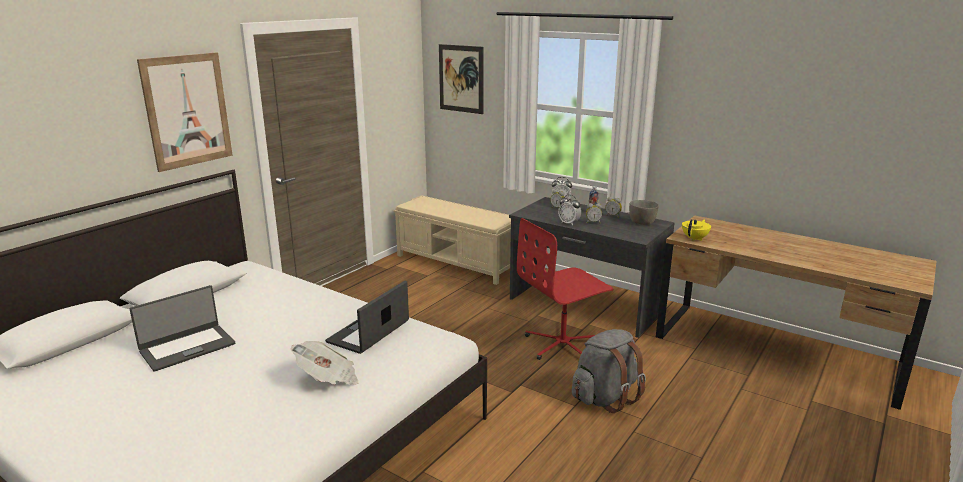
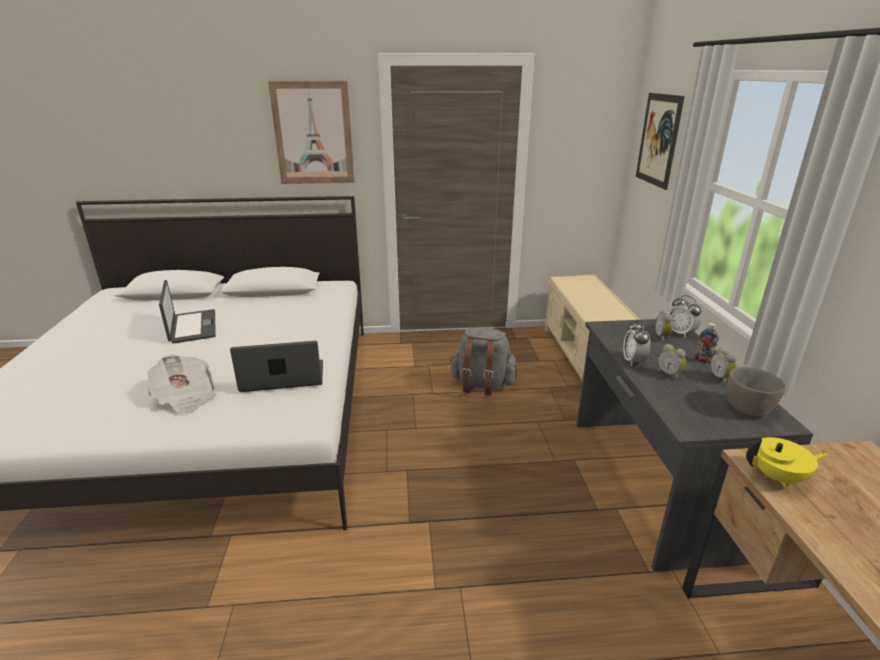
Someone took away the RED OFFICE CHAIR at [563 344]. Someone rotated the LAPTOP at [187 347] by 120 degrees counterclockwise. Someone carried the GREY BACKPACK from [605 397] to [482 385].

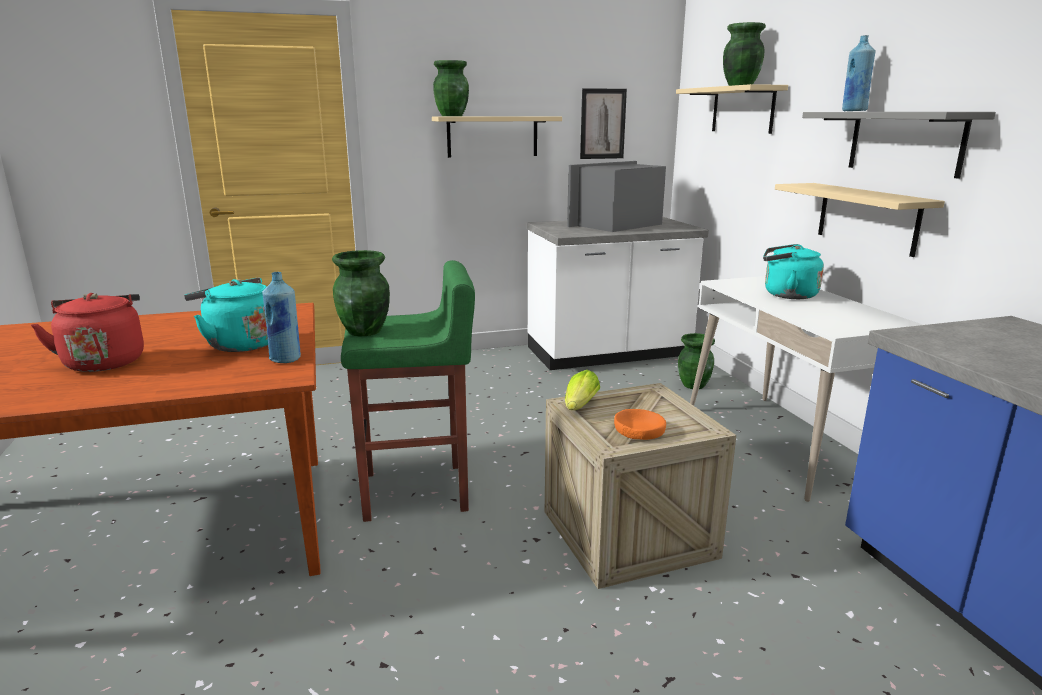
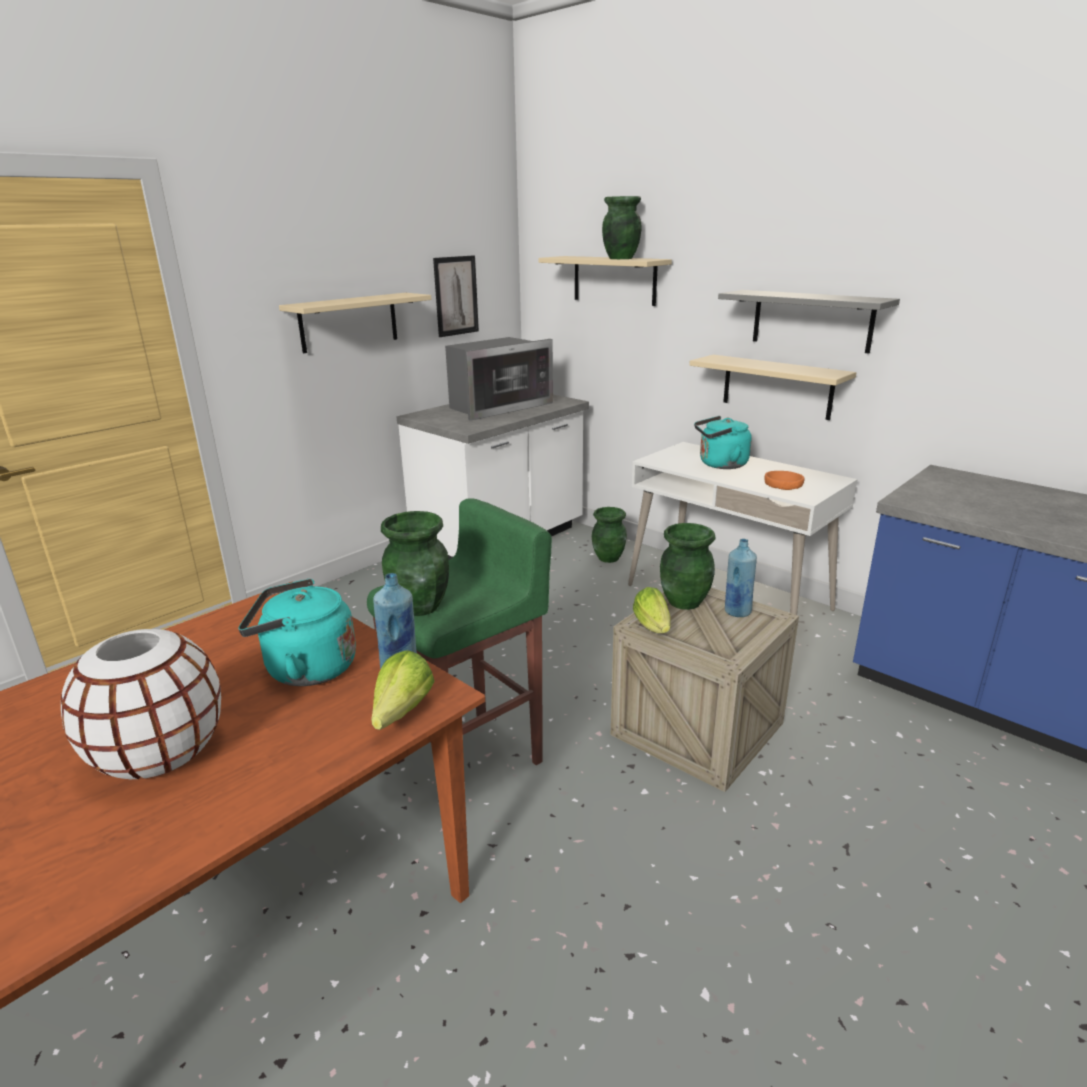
Someone carried the BLUE BOTTLE from [853 111] to [737 612]. Someone carried the GREEN VASE from [452 116] to [684 601]. Someone rotated the MICROWAVE at [618 225] by 150 degrees counterclockwise. Someone swapped the RED KETTLE at [104 361] for the WHITE VASE at [160 754]. Someone carried the ORANGE BOWL from [639 431] to [783 485]. Someone put down the LETTUCE at [397 717].

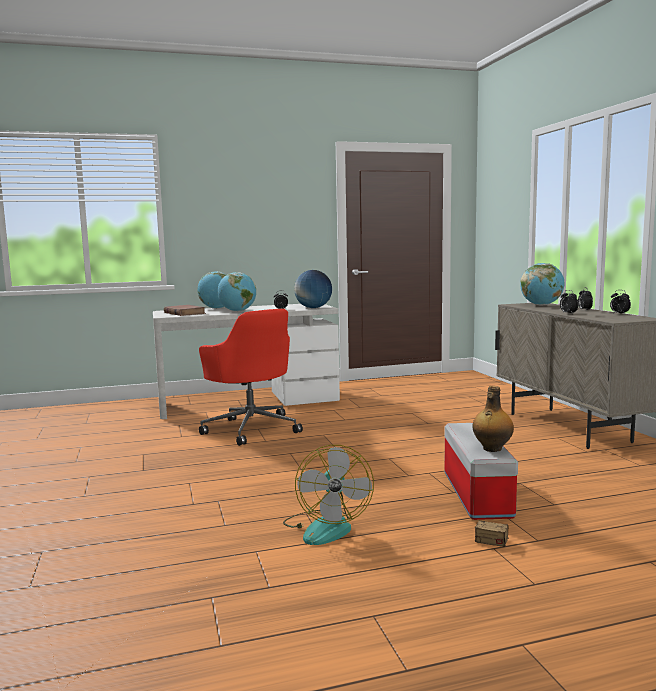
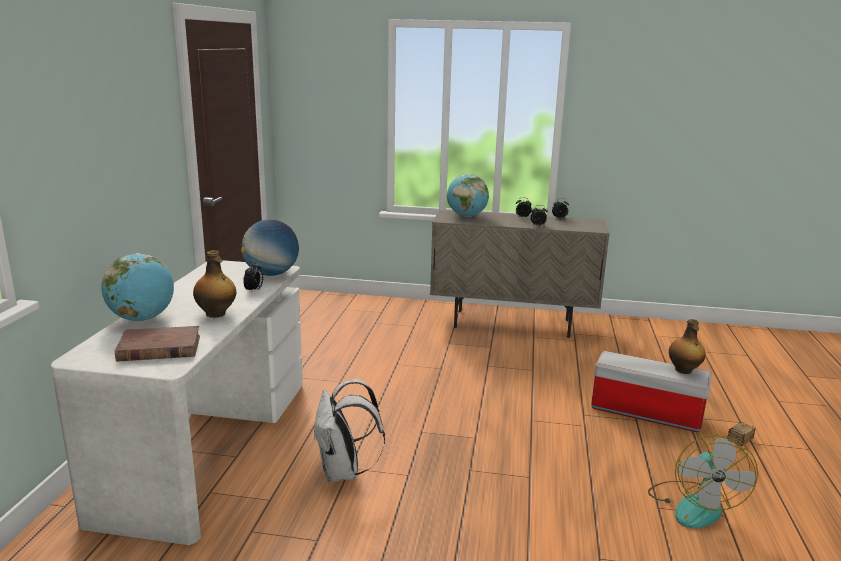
Someone swapped the GLOBE at [237 311] for the BOTTLE at [216 314]. Someone swapped the RED OFFICE CHAIR at [251 428] for the WHITE BACKPACK at [344 472]. Someone rotated the FAN at [326 526] by 75 degrees clockwise.

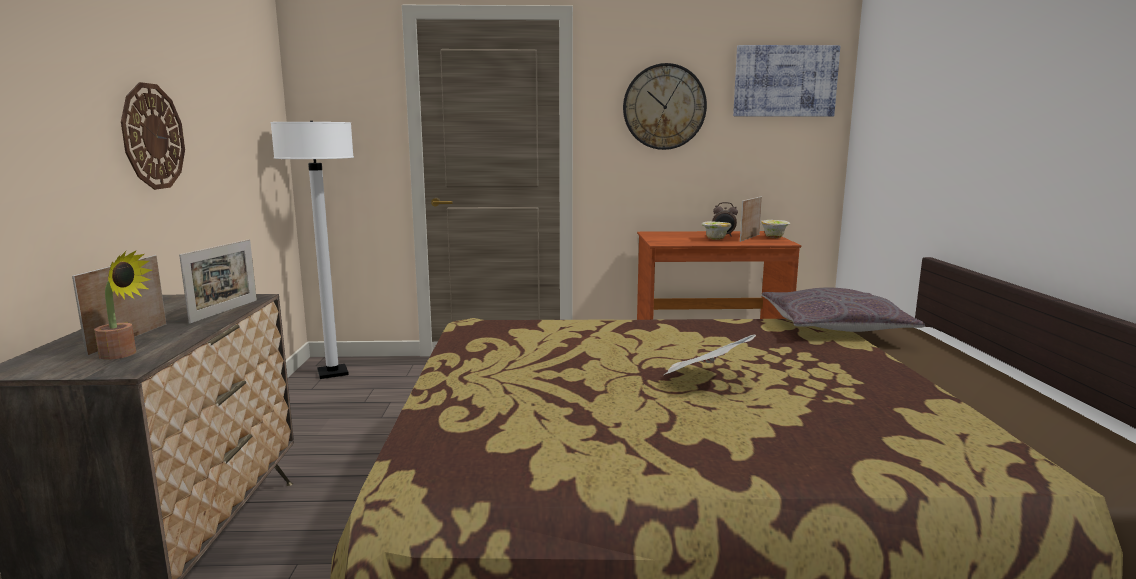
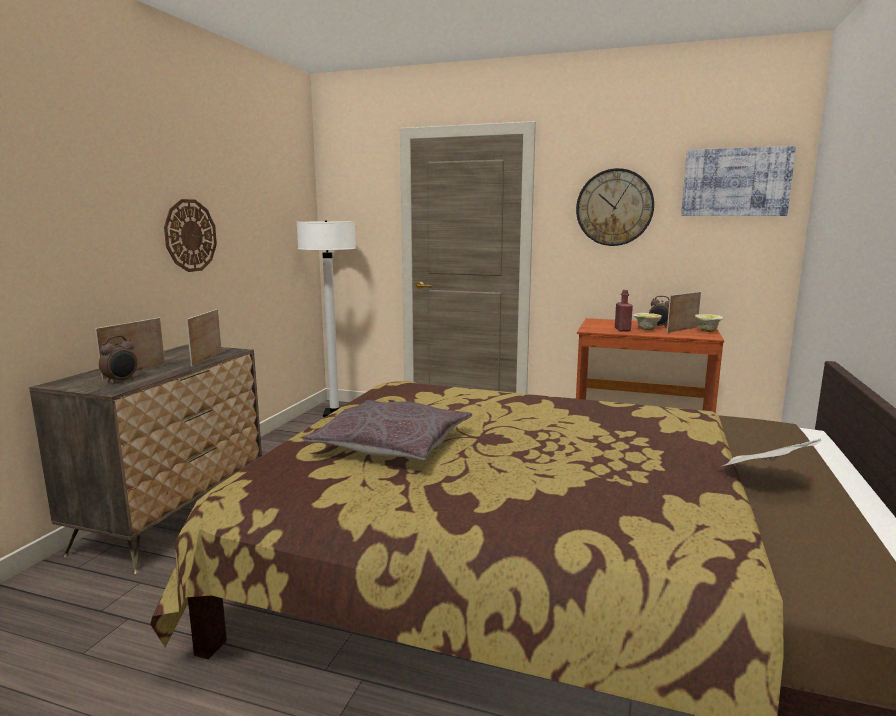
Someone rotated the PICTURE FRAME at [224 311] by 150 degrees clockwise. Someone swapped the POTTED PLANT at [124 354] for the ALARM CLOCK at [121 381]. Someone carried the GREY PILLOW from [834 326] to [392 444]. Someone carried the NEWSPAPER from [704 379] to [764 475]. Someone put down the RED BOTTLE at [622 330].

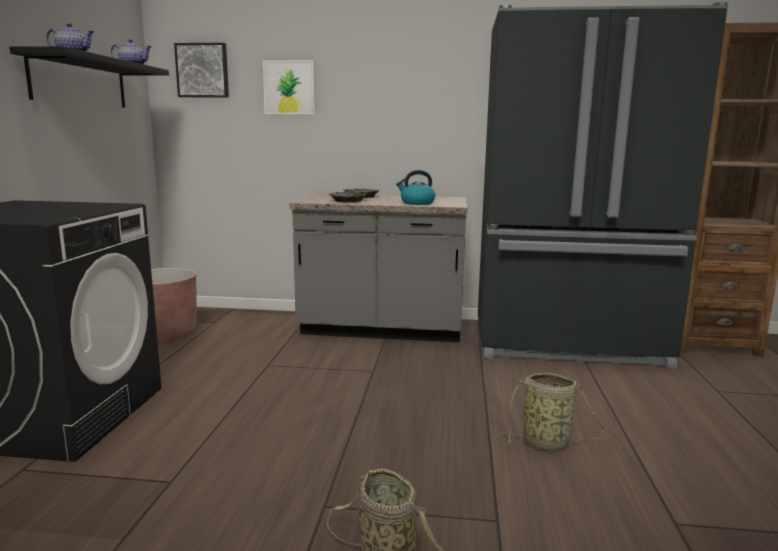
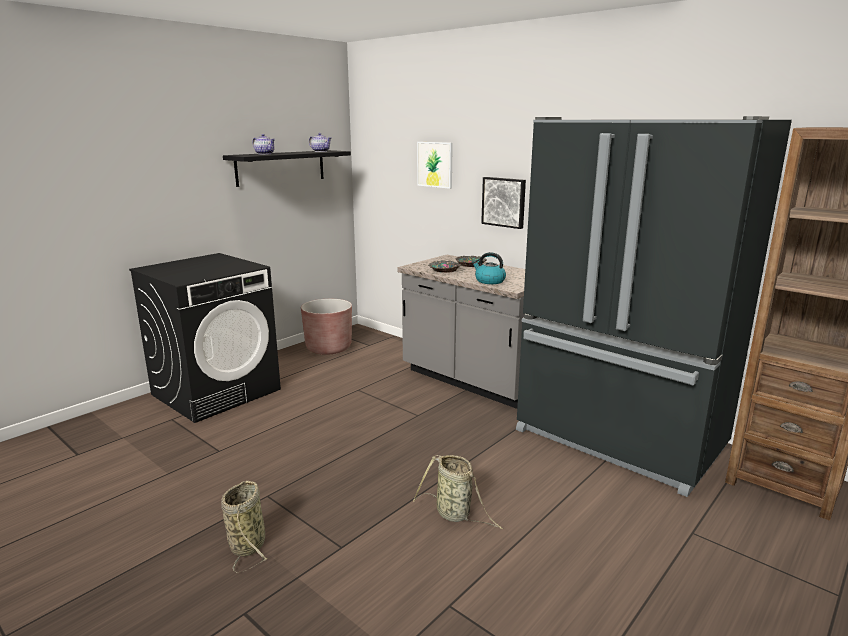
Someone carried the PICTURE from [203 70] to [504 202].

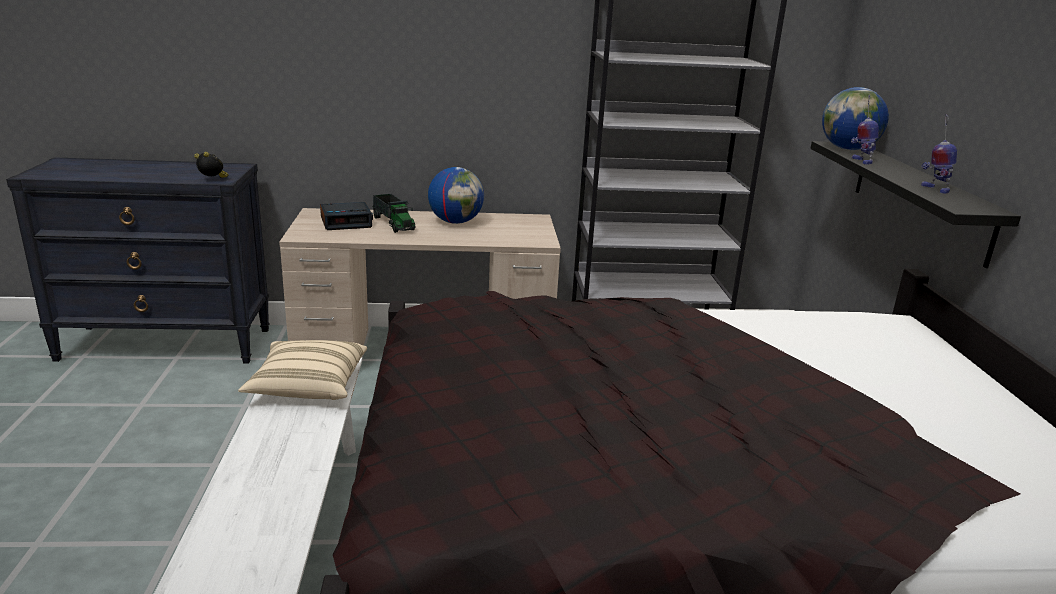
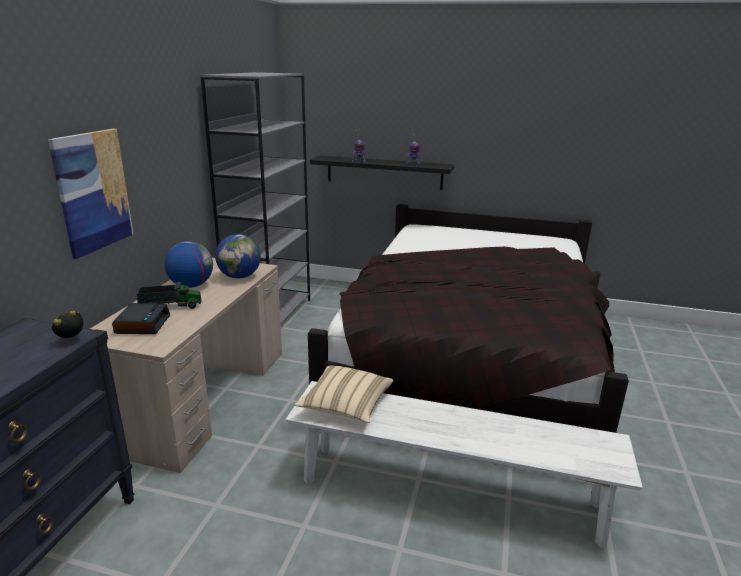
Someone carried the GLOBE from [848 149] to [240 277]. Someone put up the PICTURE at [93 191].

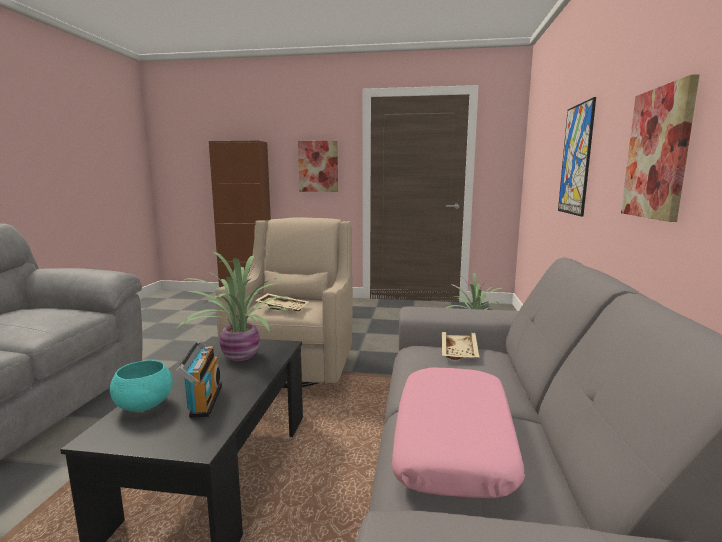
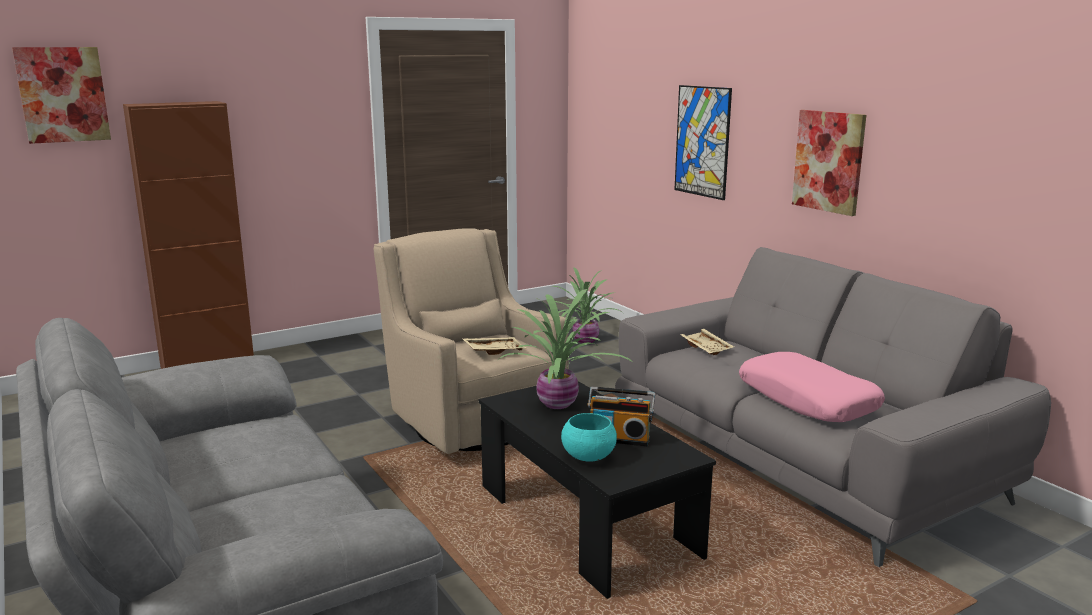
Someone carried the PICTURE from [318 166] to [63 94]. Someone rotated the RADIO at [203 401] by 150 degrees clockwise.

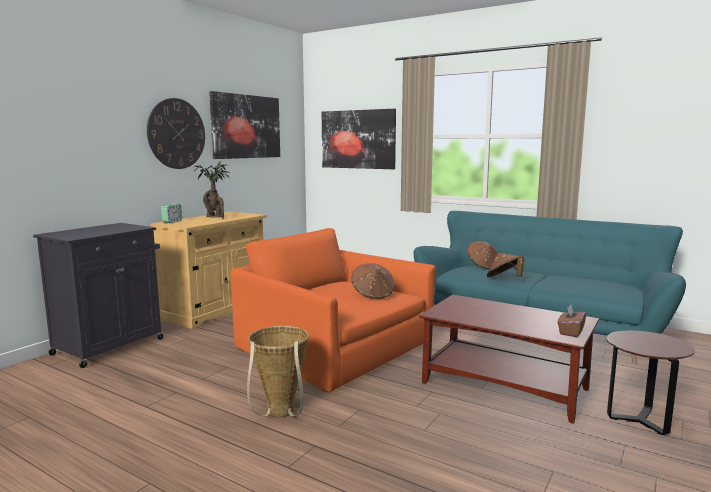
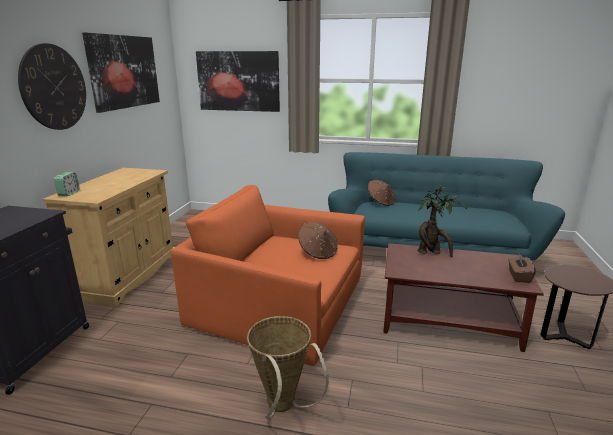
Someone carried the POTTED PLANT from [216 217] to [432 253]. Someone took away the BROWN HAT at [504 279].

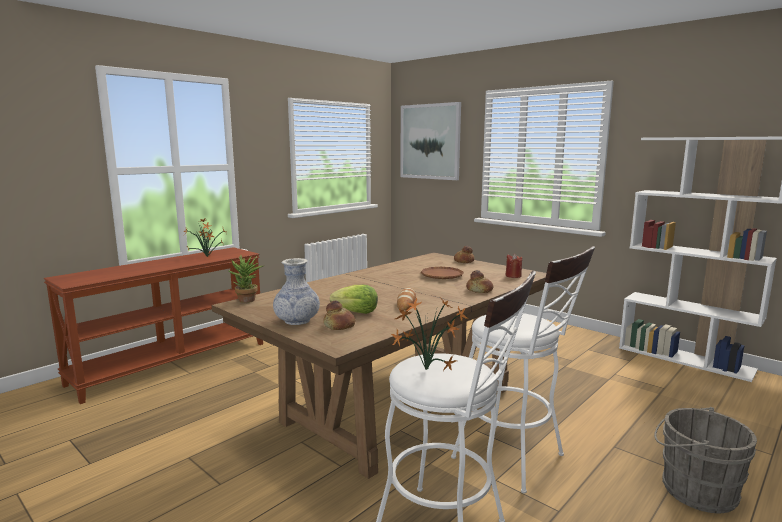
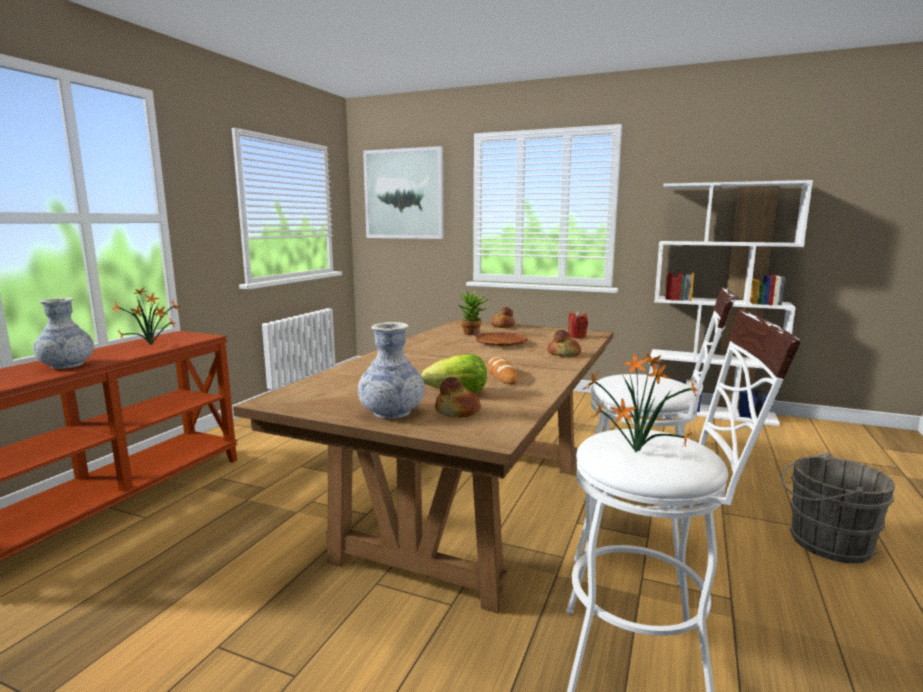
Someone carried the POTTED PLANT from [247 301] to [473 334]. Someone put down the VASE at [67 365].

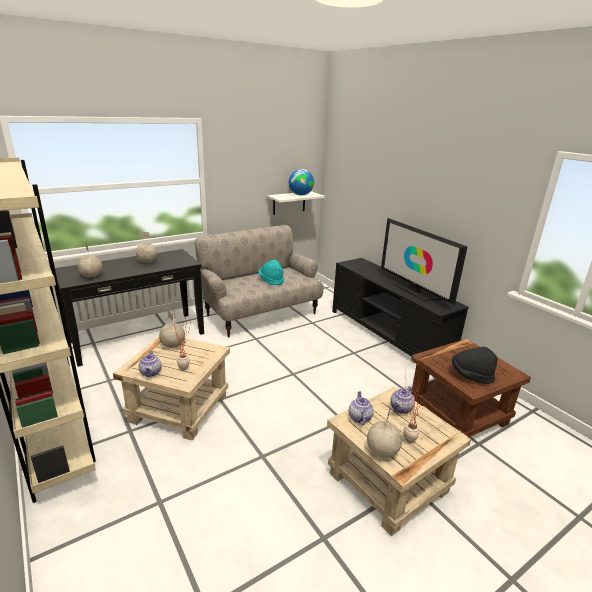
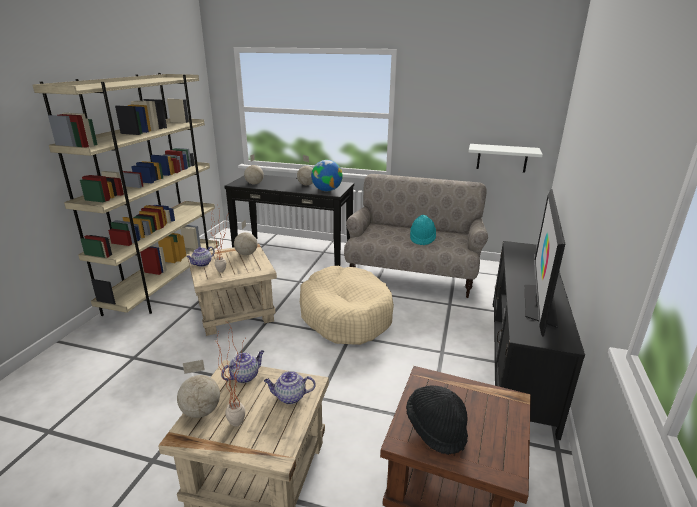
Someone carried the GLOBE from [300 195] to [326 190]. Someone put down the BEIGE DOG BED at [345 315].

